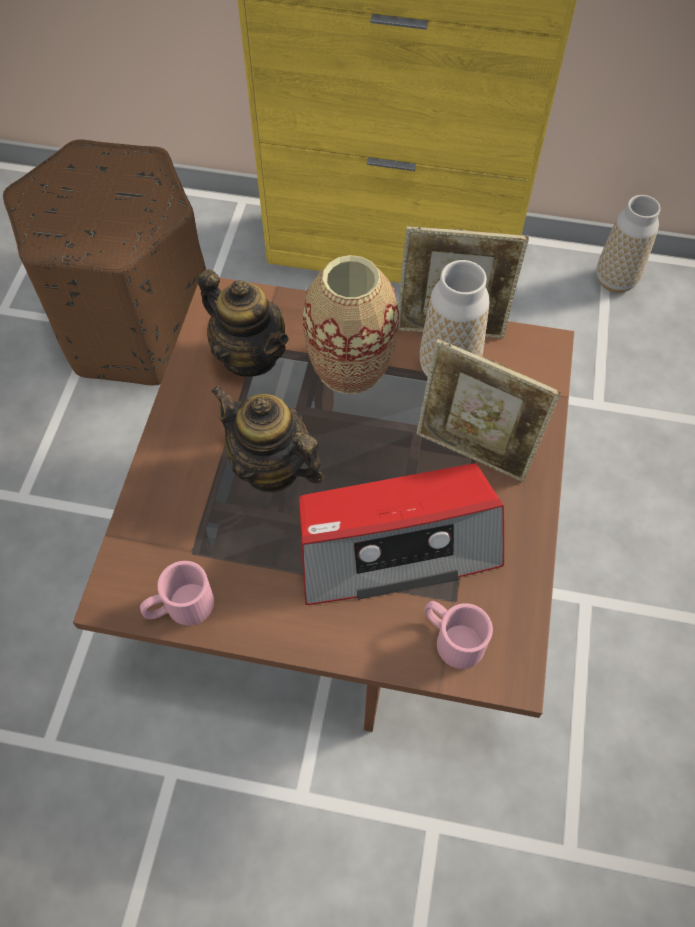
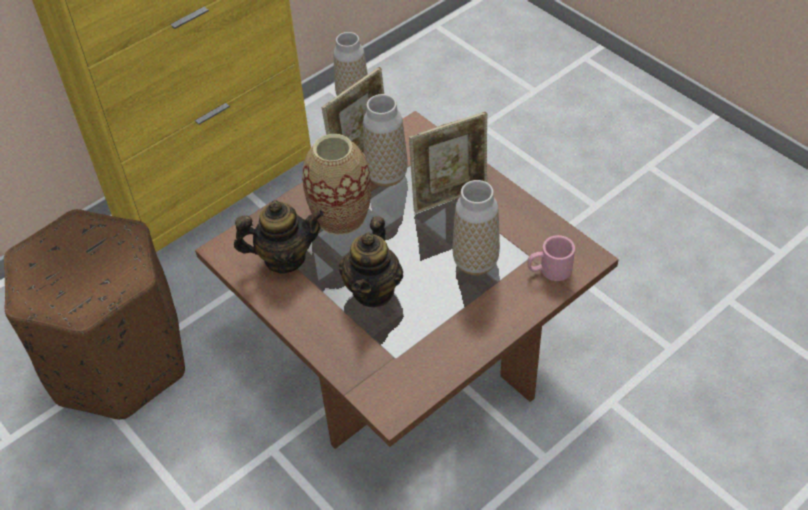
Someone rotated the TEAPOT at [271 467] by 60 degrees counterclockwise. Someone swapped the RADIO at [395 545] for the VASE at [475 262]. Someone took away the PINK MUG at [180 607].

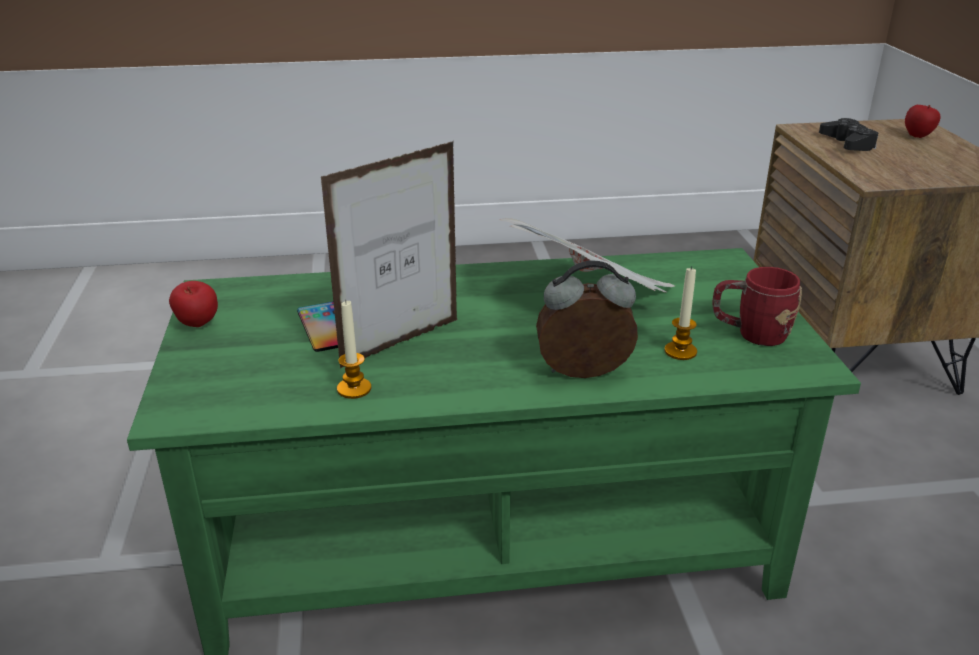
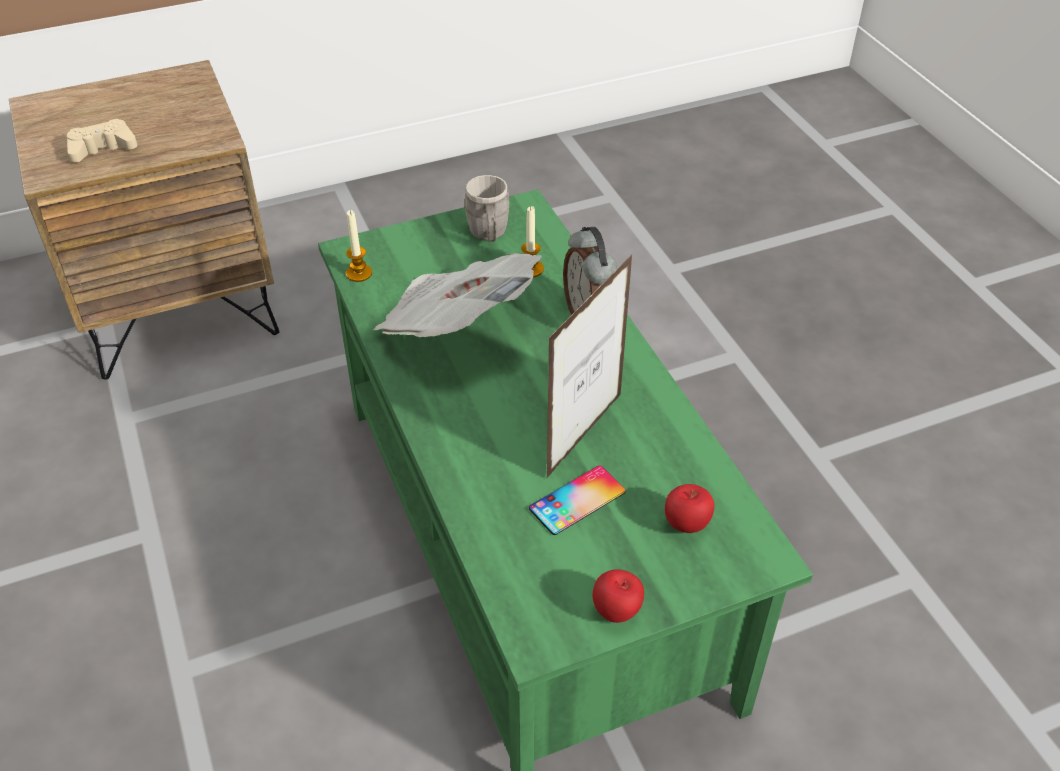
Someone carried the APPLE from [918 137] to [686 524]. Someone repainted the BLACK GAME CONTROLLER at [848 143], which became the BEIGE GAME CONTROLLER at [102 148]. Someone rotated the PICTURE FRAME at [401 343] by 90 degrees counterclockwise. Someone repainted the RED MUG at [750 334], which became the GREY MUG at [489 235]. Someone carried the CANDLE from [354 389] to [359 273].

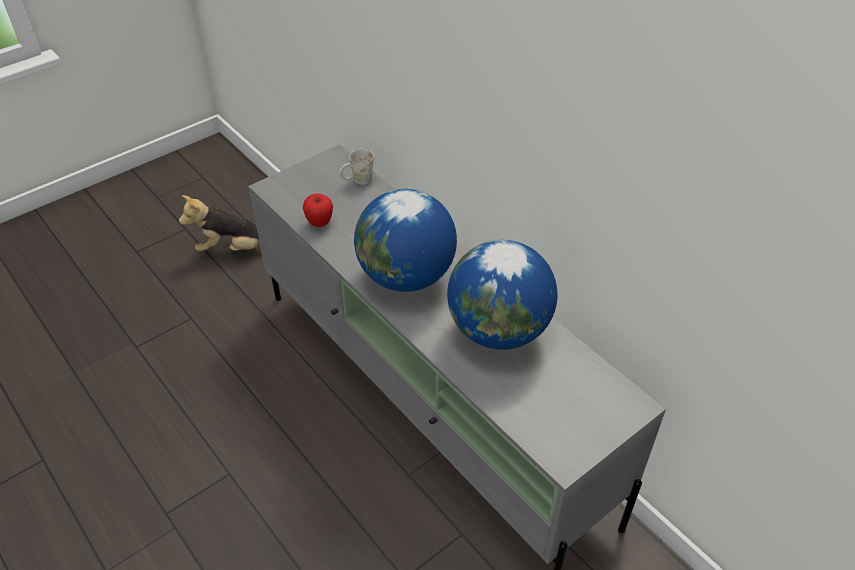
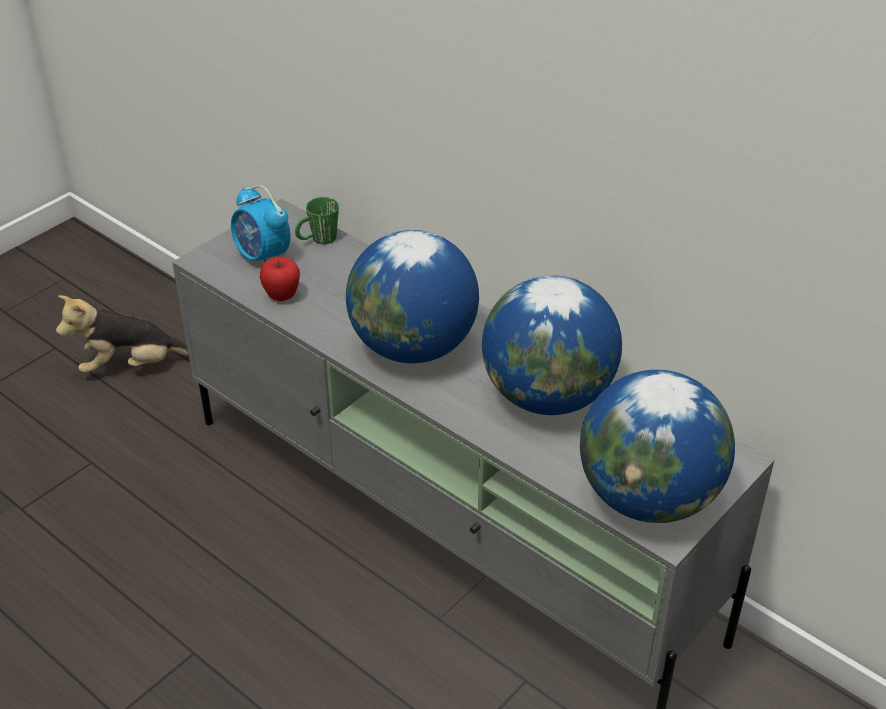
Someone repainted the WHITE MUG at [357 181], which became the GREEN MUG at [317 241]. Someone put down the ALARM CLOCK at [263 257]. Someone put down the GLOBE at [648 498].

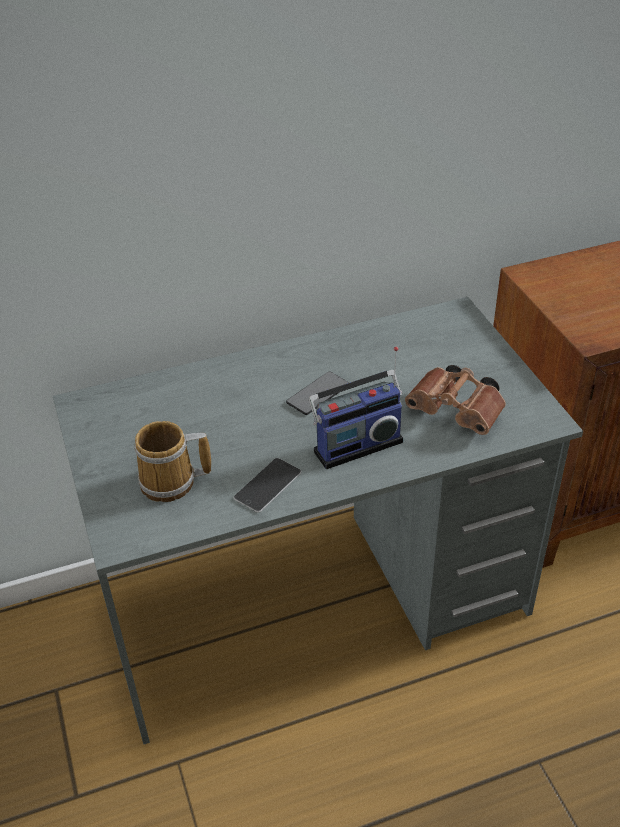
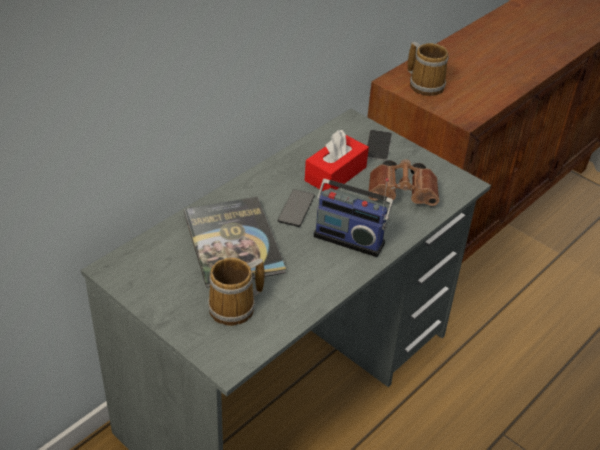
Someone rotated the RADIO at [356 444] by 75 degrees clockwise. Someone carried the PHONE from [268 485] to [378 145]. Someone put down the MUG at [425 84]. Someone put down the RED TISSUE BOX at [335 174]. Someone put down the BOOK at [233 242].

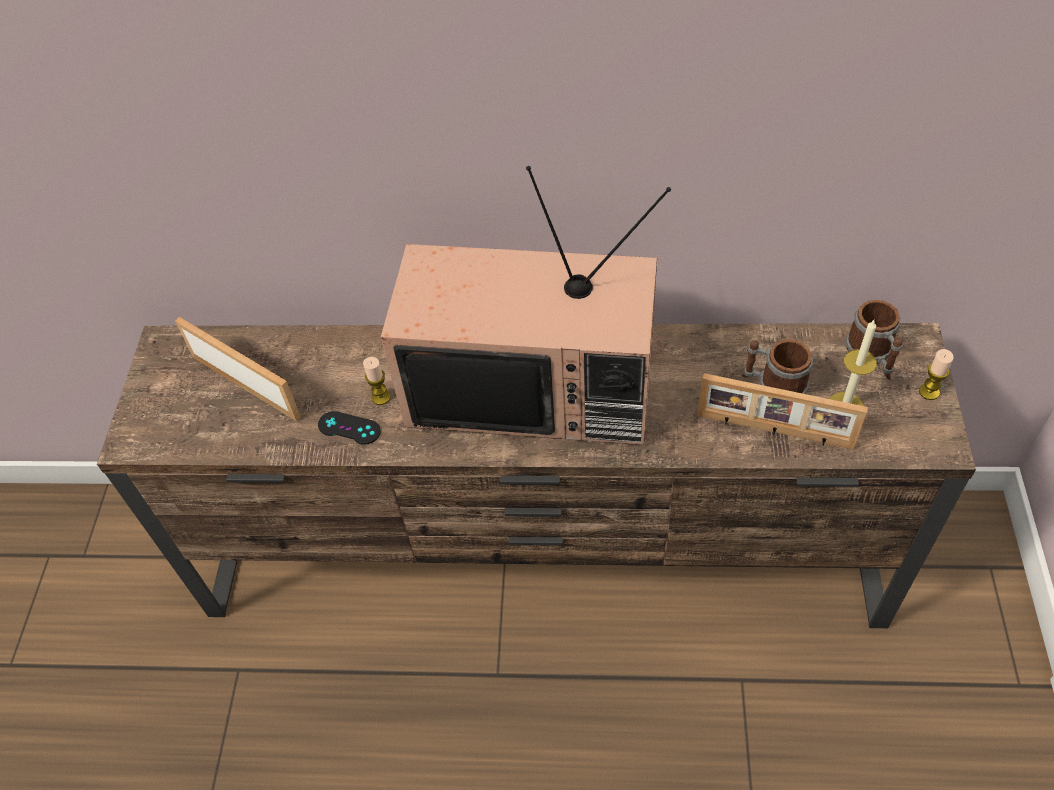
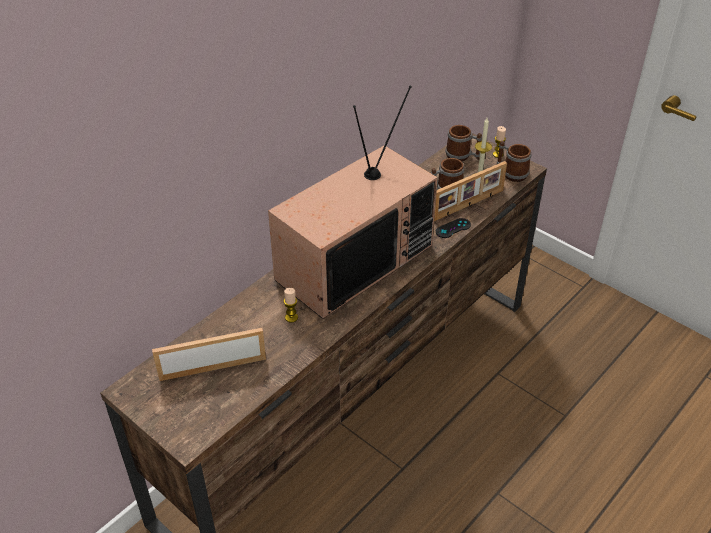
Someone carried the BLACK GAME CONTROLLER from [349 428] to [453 228]. Someone put down the MUG at [511 173].

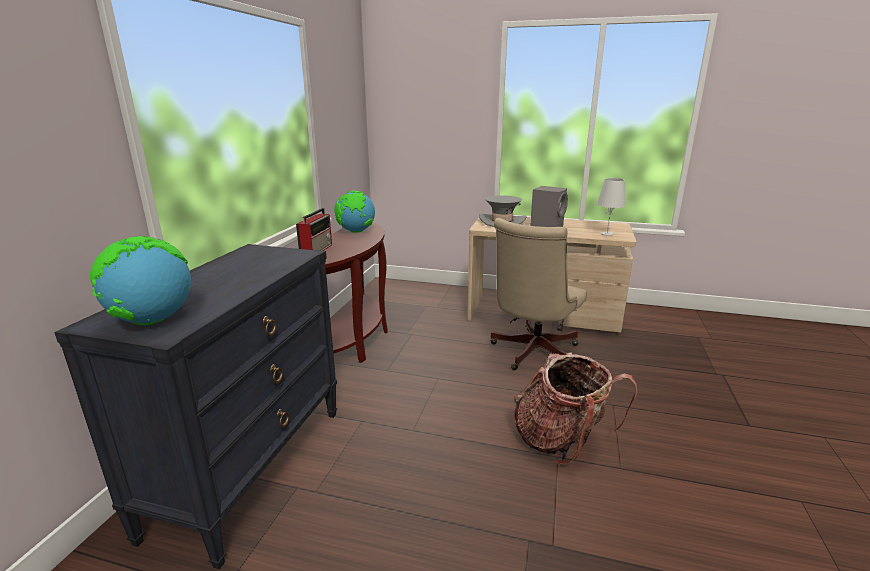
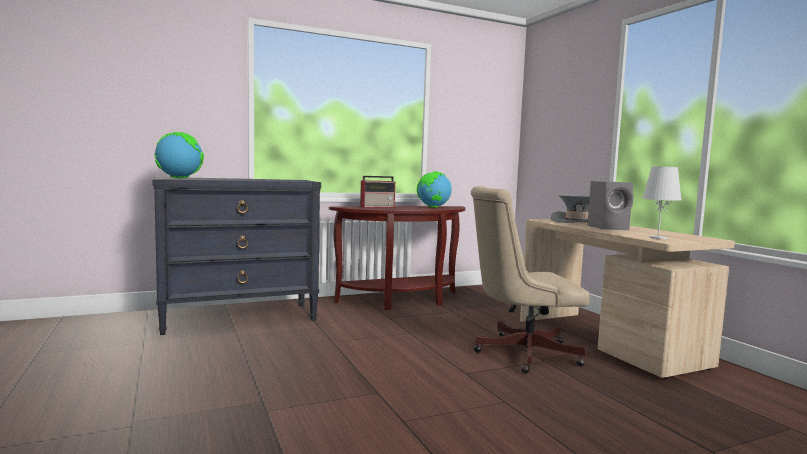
Someone took away the BACKPACK at [561 441].

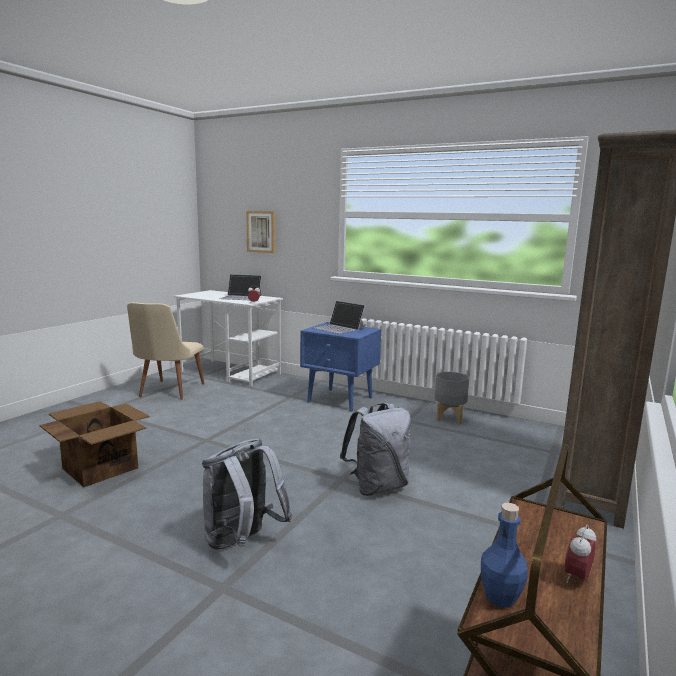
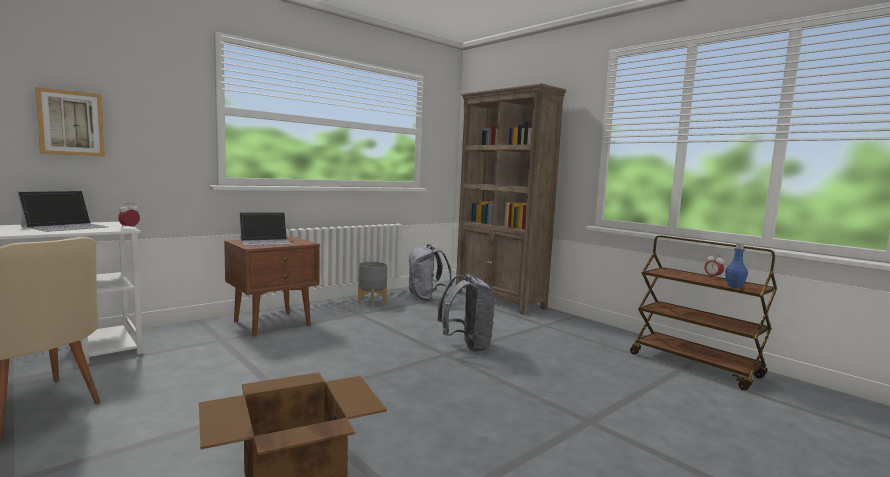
Someone repainted the BLUE NIGHTSTAND at [340 400], which became the BROWN NIGHTSTAND at [273 323]. Someone carried the GREY BACKPACK from [242 542] to [426 298].

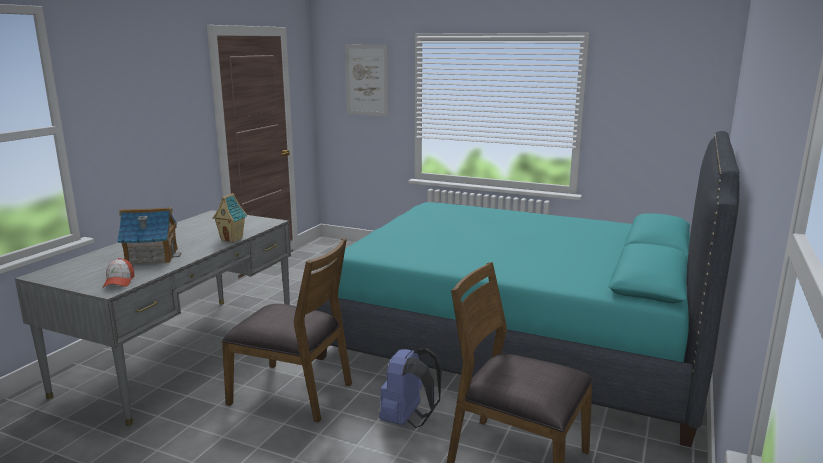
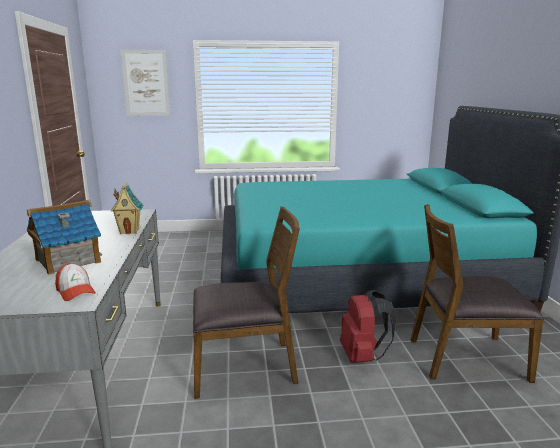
Someone repainted the BLUE BACKPACK at [408 420], which became the RED BACKPACK at [363 357].

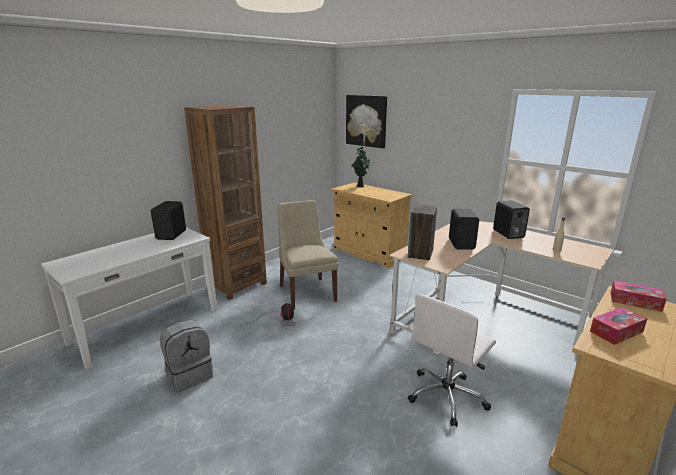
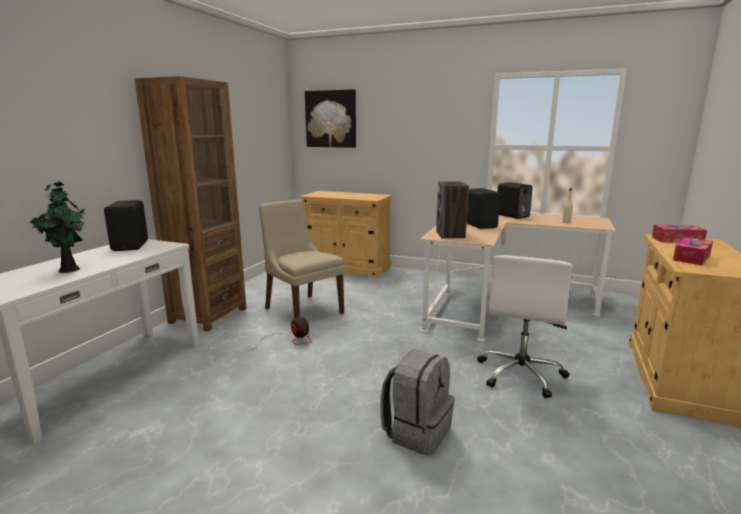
Someone carried the POTTED PLANT from [360 186] to [69 269]. Someone carried the GREY BACKPACK from [189 375] to [417 432].

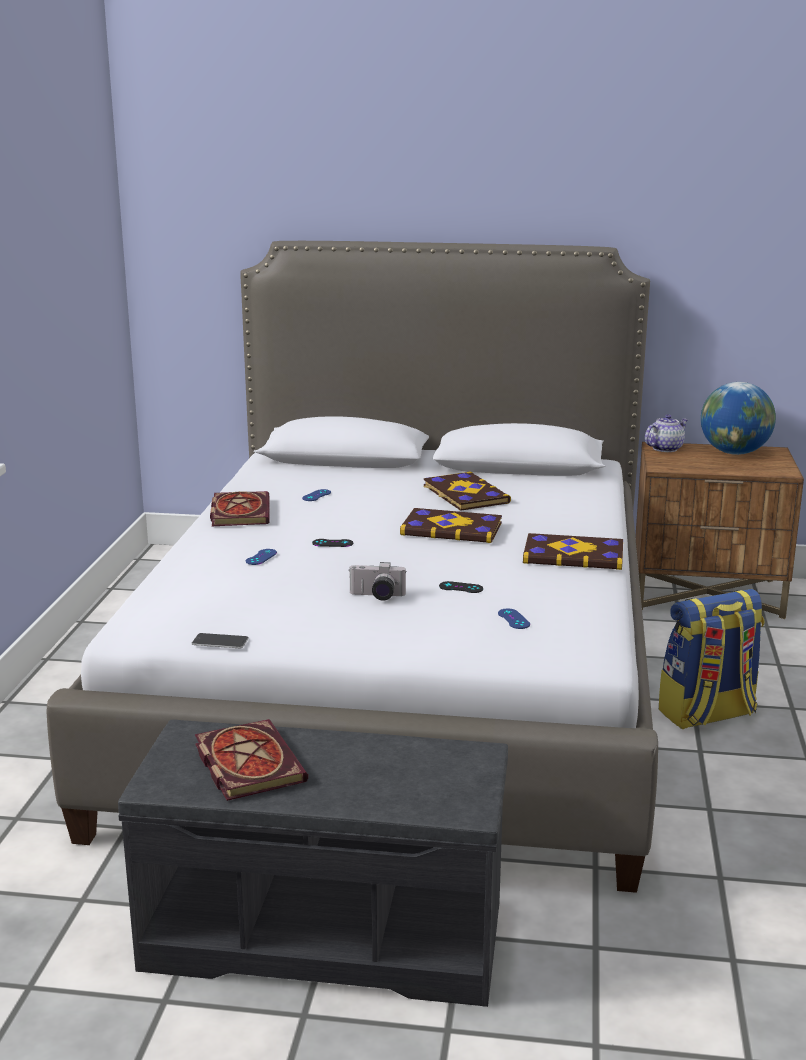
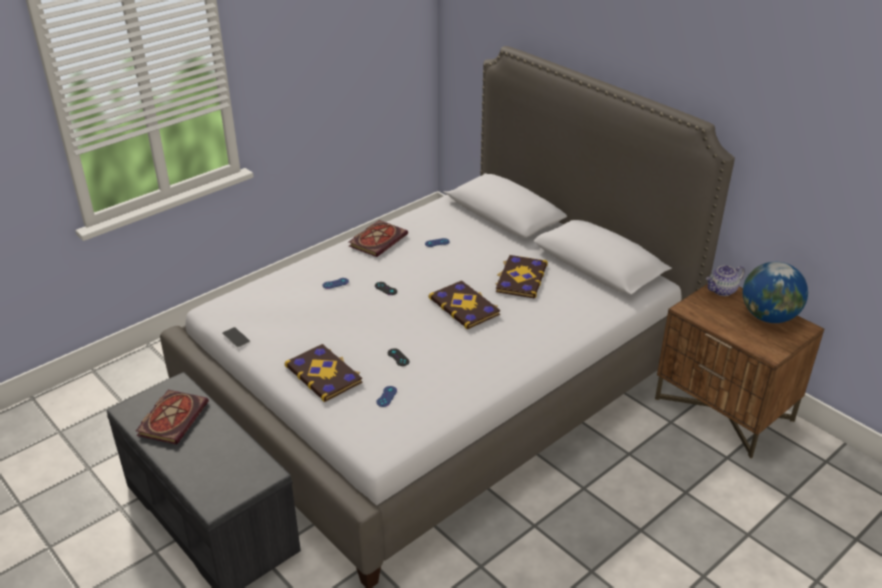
Someone rotated the TEAPOT at [665 448] by 150 degrees clockwise. Someone carried the BOOK from [573 555] to [324 374]. Someone took away the PHOTO CAMERA at [377 596]. Someone took away the BACKPACK at [707 714].

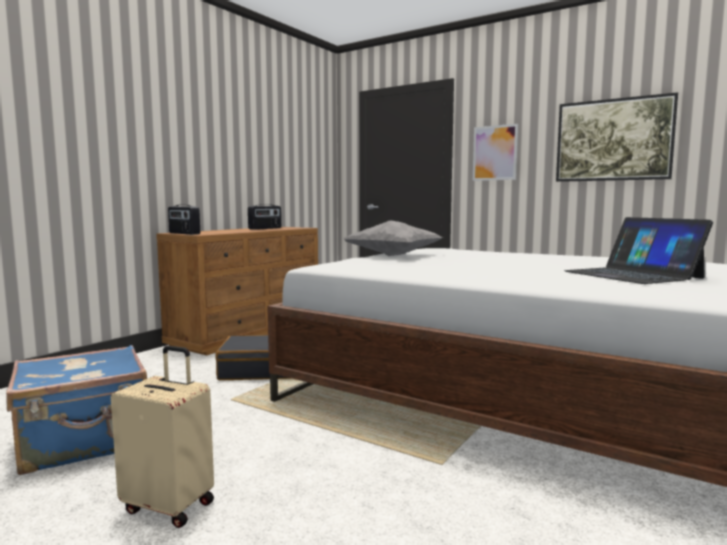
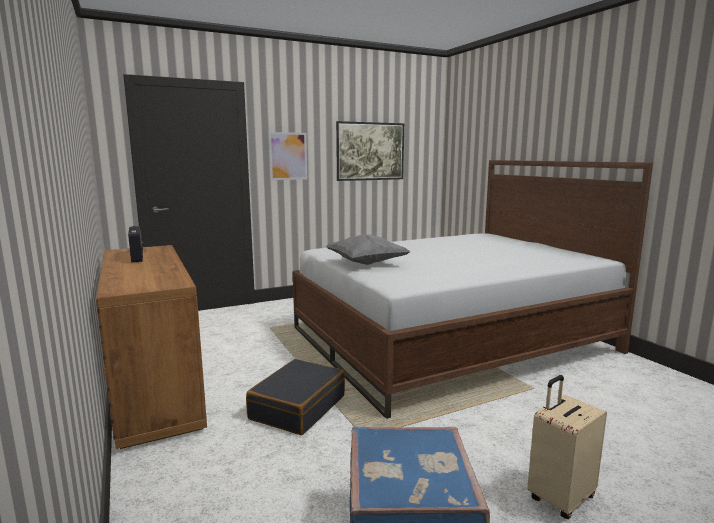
Someone took away the RADIO at [183 233]. Someone took away the LAPTOP at [632 275].

